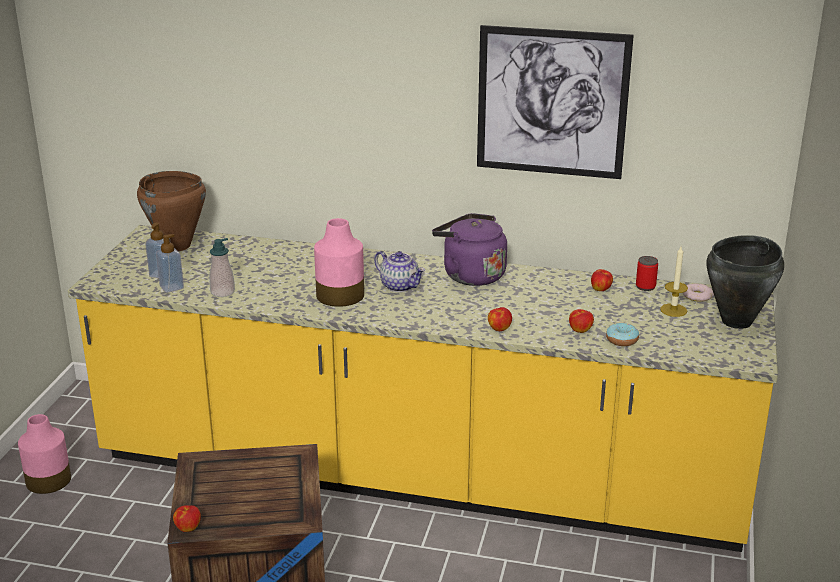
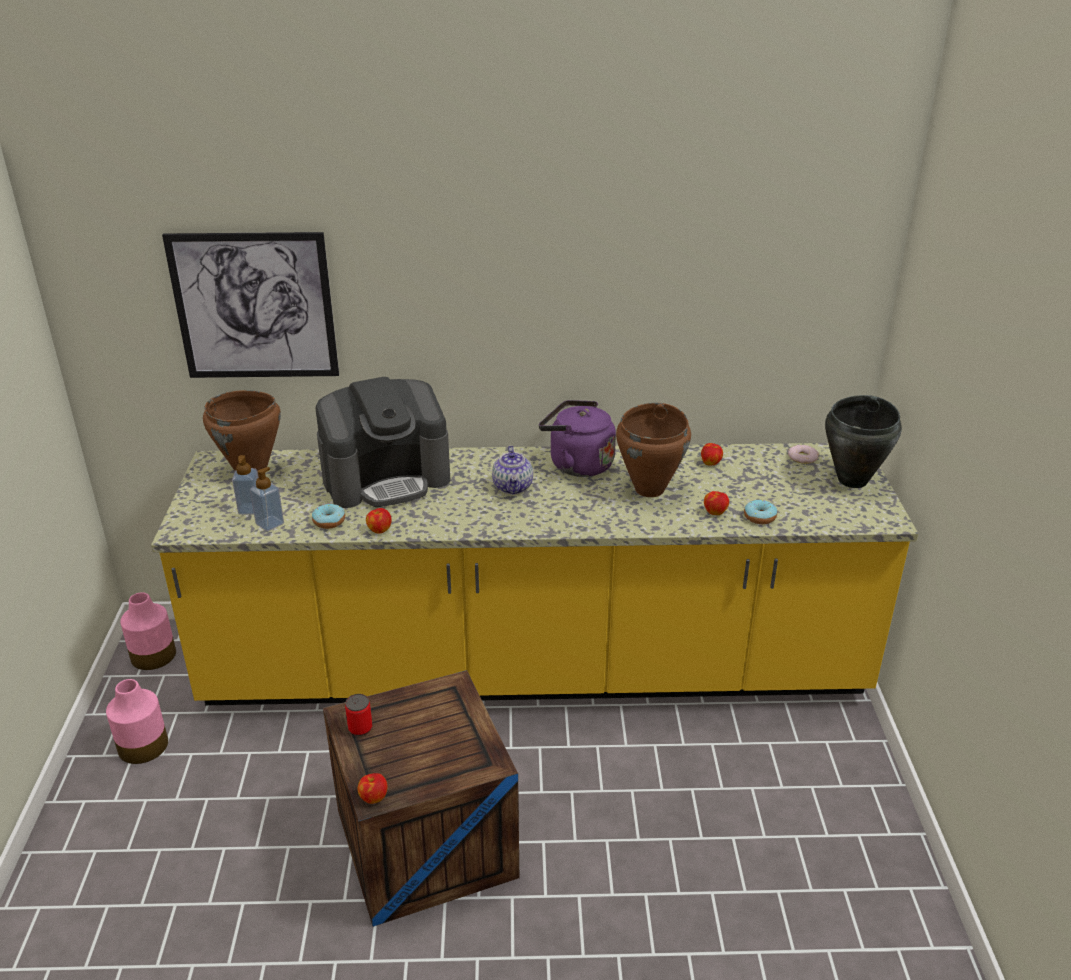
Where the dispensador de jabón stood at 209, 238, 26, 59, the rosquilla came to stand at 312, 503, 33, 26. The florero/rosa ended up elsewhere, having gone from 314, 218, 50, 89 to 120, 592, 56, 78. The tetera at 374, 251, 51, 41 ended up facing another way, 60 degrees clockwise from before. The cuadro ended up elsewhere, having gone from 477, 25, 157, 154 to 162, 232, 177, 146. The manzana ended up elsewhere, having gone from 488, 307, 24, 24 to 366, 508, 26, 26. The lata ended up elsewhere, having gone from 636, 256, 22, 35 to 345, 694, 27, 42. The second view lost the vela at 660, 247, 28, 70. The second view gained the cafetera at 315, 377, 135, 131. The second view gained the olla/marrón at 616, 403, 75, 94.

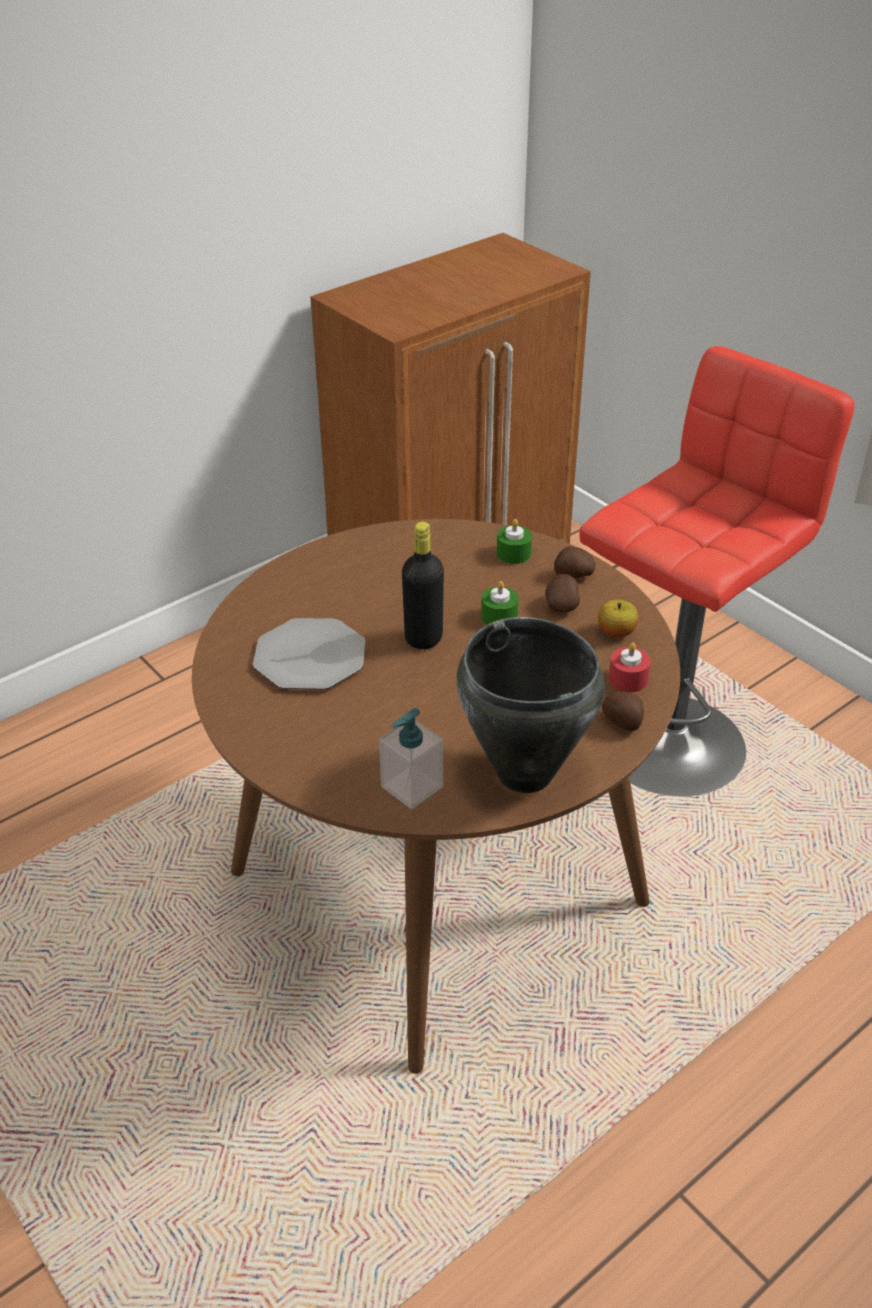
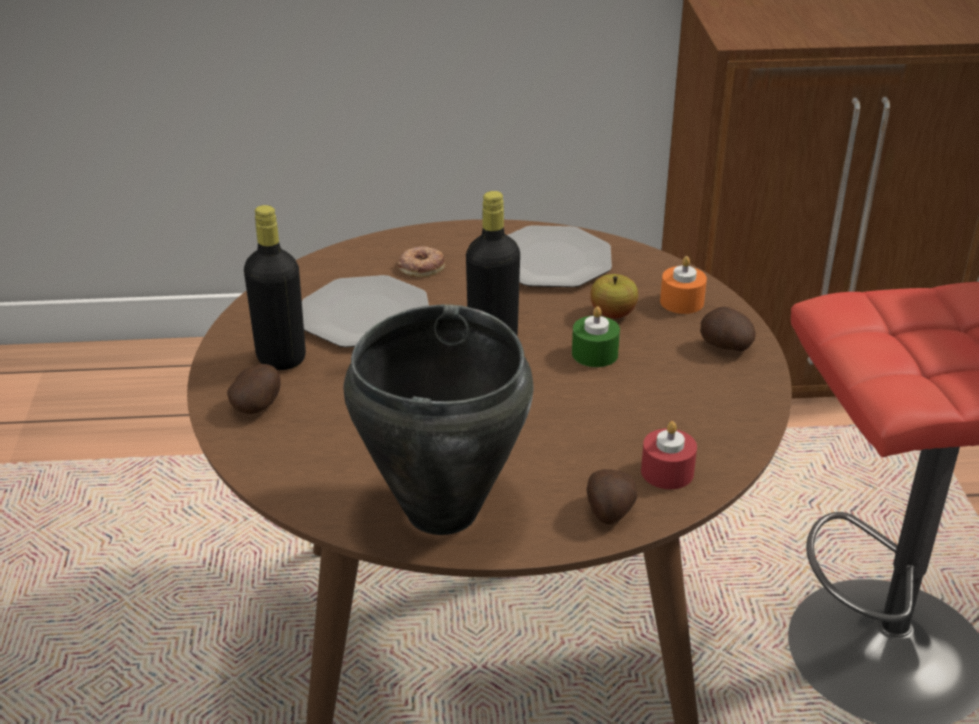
The second view lost the dispensador de jabón at 379, 708, 64, 101. What was the vela/verde at 496, 519, 36, 45 turned into the vela/naranja at 660, 256, 47, 58. The patata ended up elsewhere, having gone from 545, 574, 35, 38 to 227, 364, 54, 50. The manzana ended up elsewhere, having gone from 598, 599, 41, 39 to 590, 274, 48, 44. The second view gained the botella/negro at 244, 205, 62, 165. The second view gained the rosquilla at 398, 245, 47, 32. The second view gained the plato at 507, 225, 105, 63.

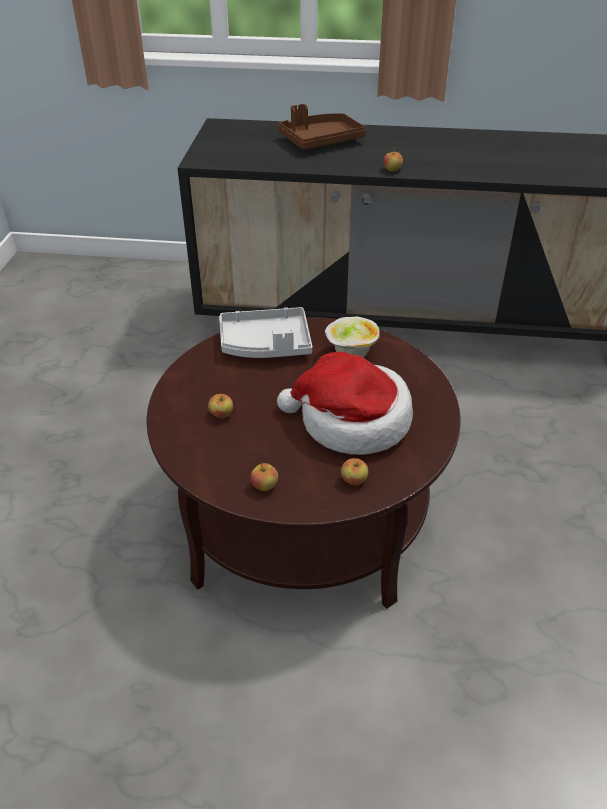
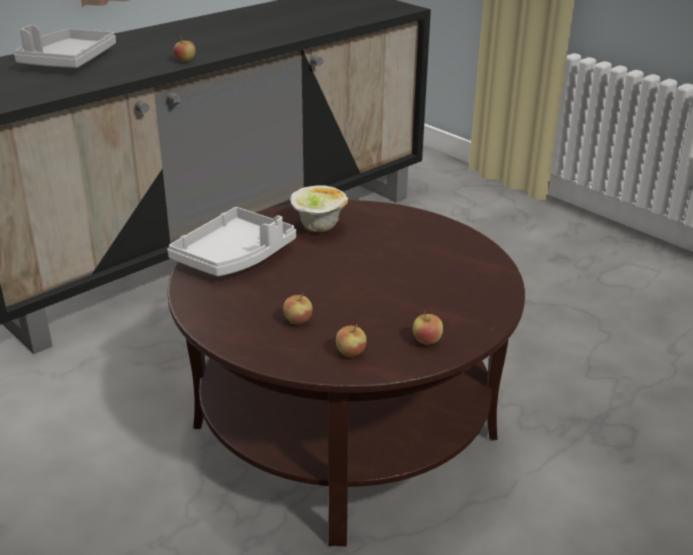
The second view lost the sombrero at 277, 352, 136, 103. What was the bandeja/marrón at 278, 104, 88, 46 turned into the bandeja/gris at 14, 25, 102, 43. The manzana ended up elsewhere, having gone from 341, 458, 27, 27 to 336, 324, 31, 33.

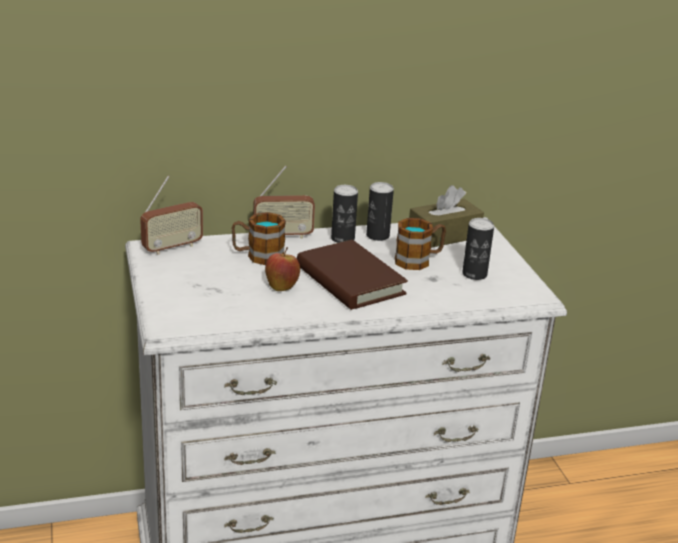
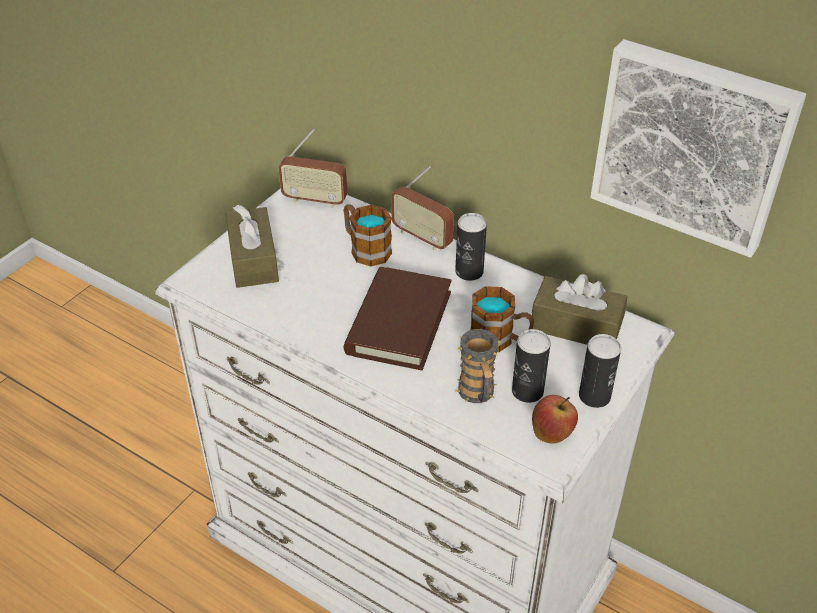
The manzana ended up elsewhere, having gone from 265, 247, 35, 44 to 532, 395, 46, 49. The lata ended up elsewhere, having gone from 366, 182, 28, 59 to 579, 334, 42, 74. The second view gained the caja de pañuelos/marrón at 225, 205, 54, 83. The second view gained the taza grande at 456, 329, 44, 75. The second view gained the cuadro at 590, 39, 216, 219.

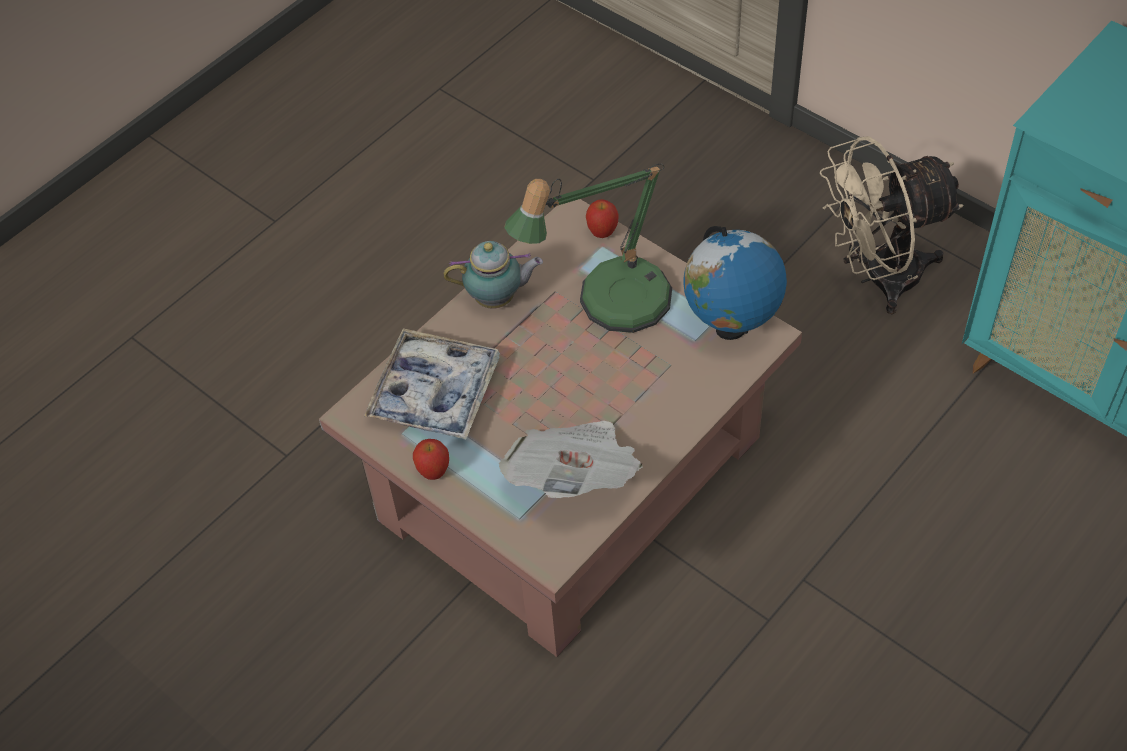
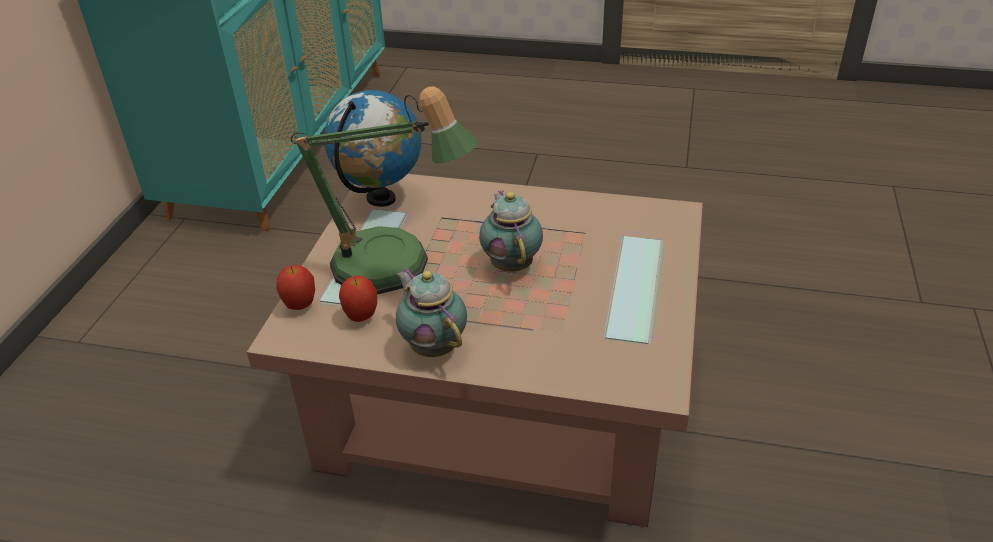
The second view lost the bandeja at 364, 328, 136, 112. The manzana ended up elsewhere, having gone from 413, 439, 36, 41 to 339, 276, 38, 46. The second view lost the periódico at 499, 420, 144, 78. The second view lost the ventilador/beis at 820, 136, 144, 178. The second view gained the tetera at 479, 190, 64, 82.

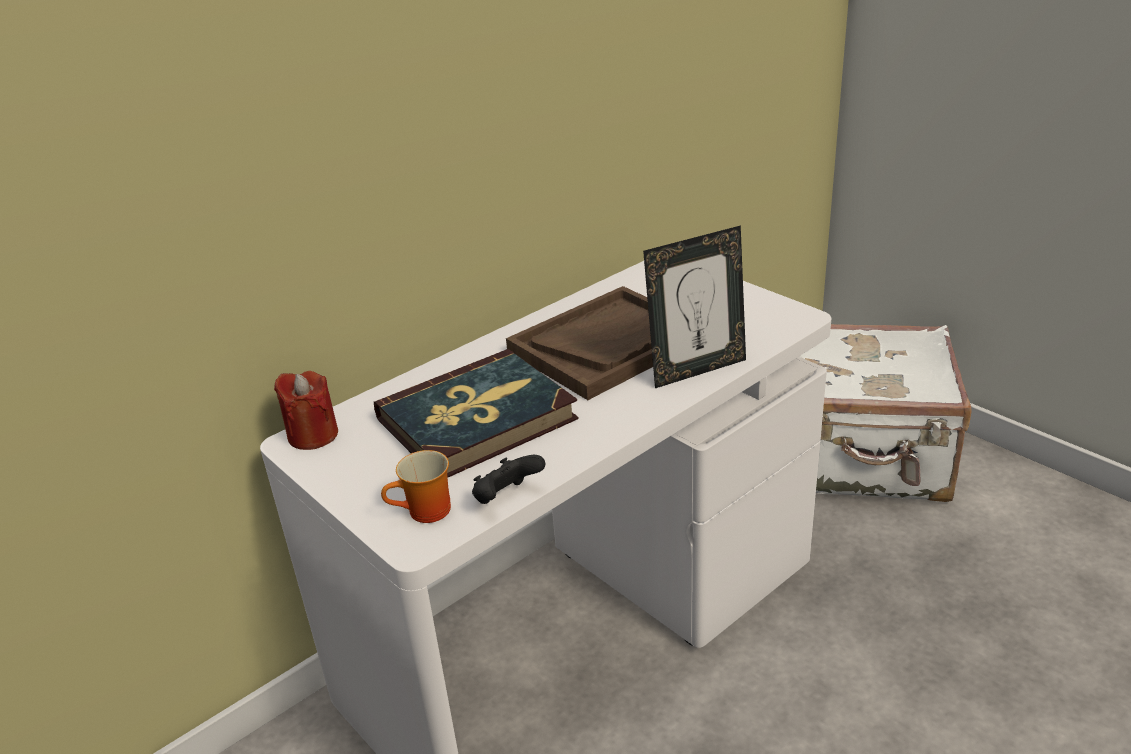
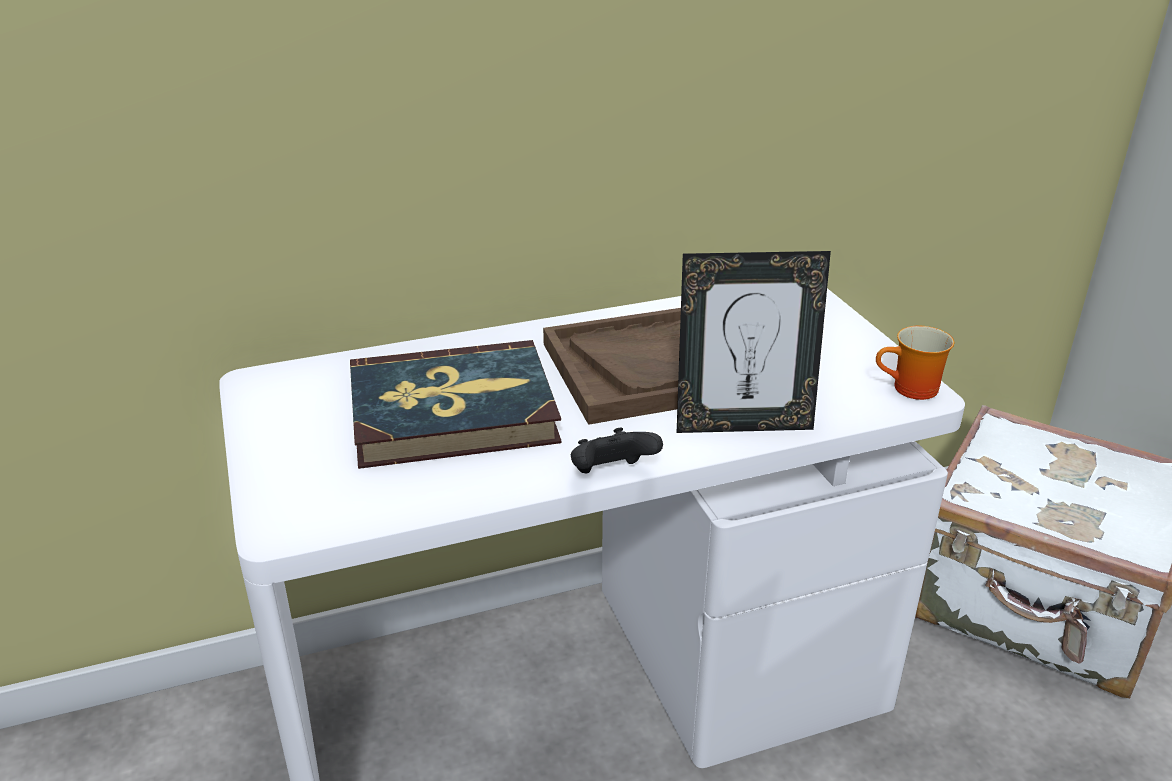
The second view lost the vela/rojo at 274, 371, 64, 79. The taza grande ended up elsewhere, having gone from 381, 450, 70, 73 to 876, 326, 78, 74. The mando de consola/negro ended up elsewhere, having gone from 472, 455, 74, 49 to 571, 427, 92, 47.

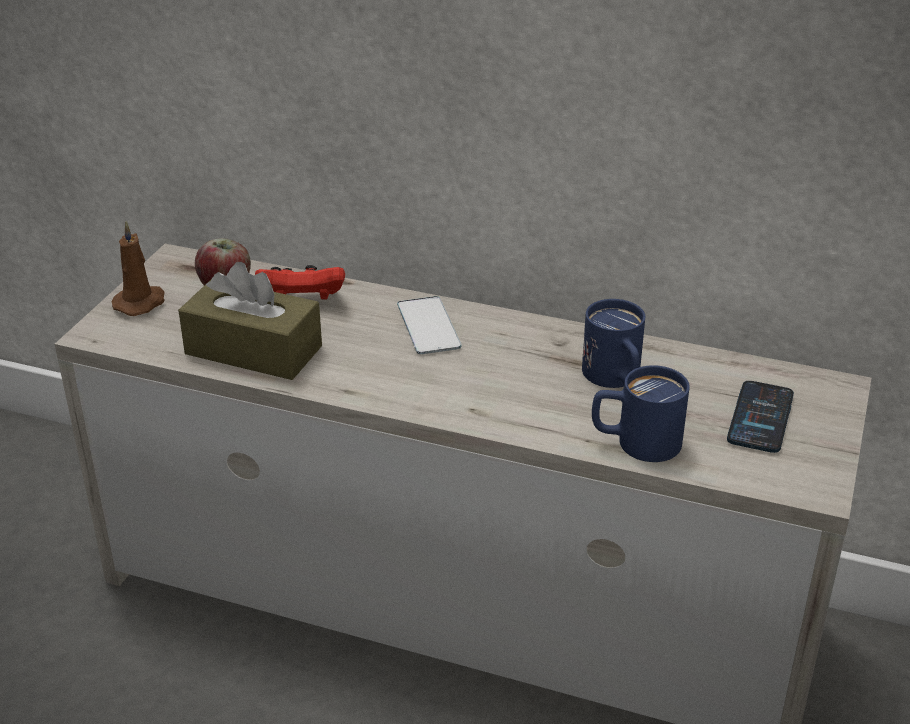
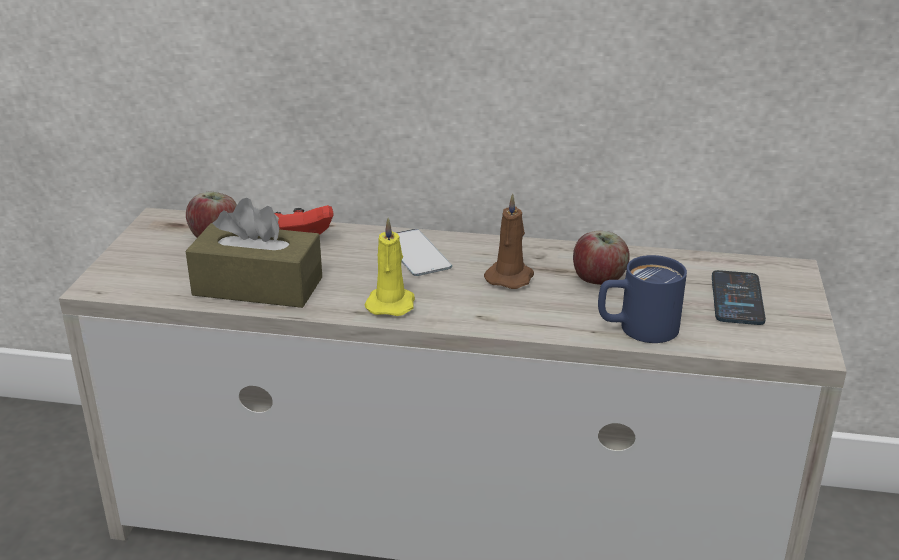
The vela/marrón ended up elsewhere, having gone from 112, 221, 53, 95 to 484, 193, 50, 96. Where the taza grande/azul stood at 582, 299, 64, 89, the manzana came to stand at 573, 231, 57, 54. The second view gained the vela/amarillo at 364, 218, 51, 98.

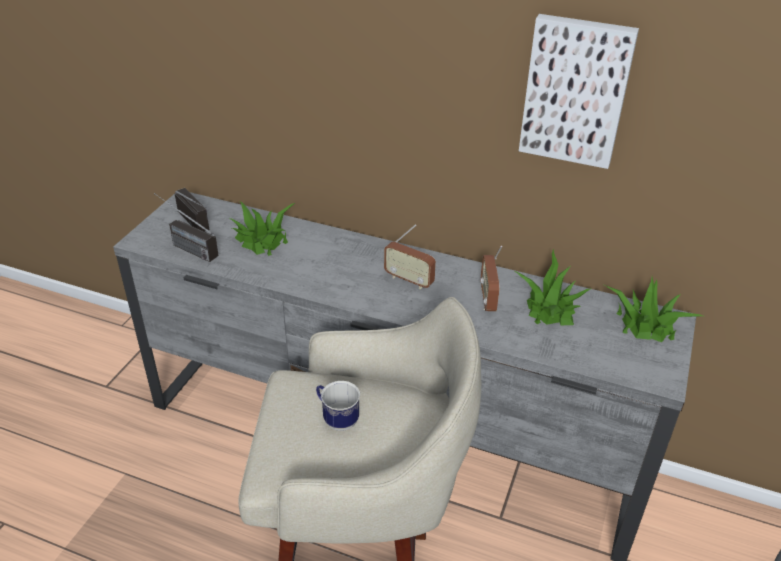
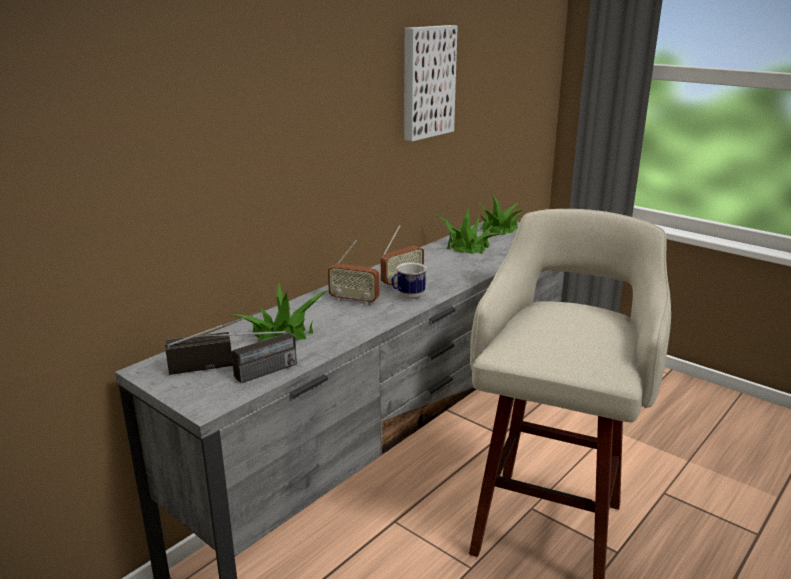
The taza grande ended up elsewhere, having gone from 316, 381, 44, 50 to 391, 262, 36, 38. The radio ended up elsewhere, having gone from 480, 246, 22, 65 to 328, 240, 52, 65.

